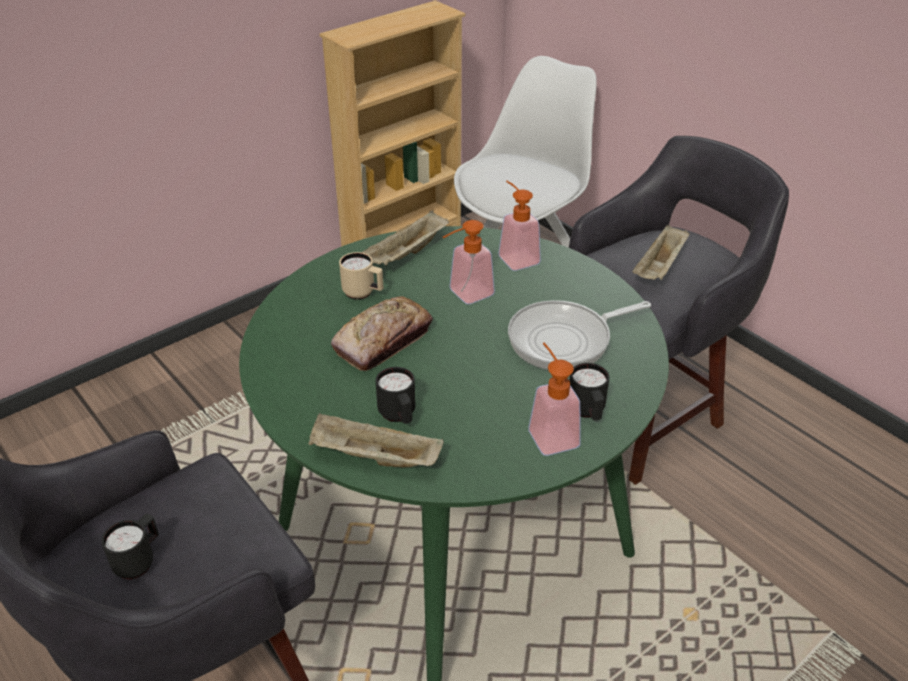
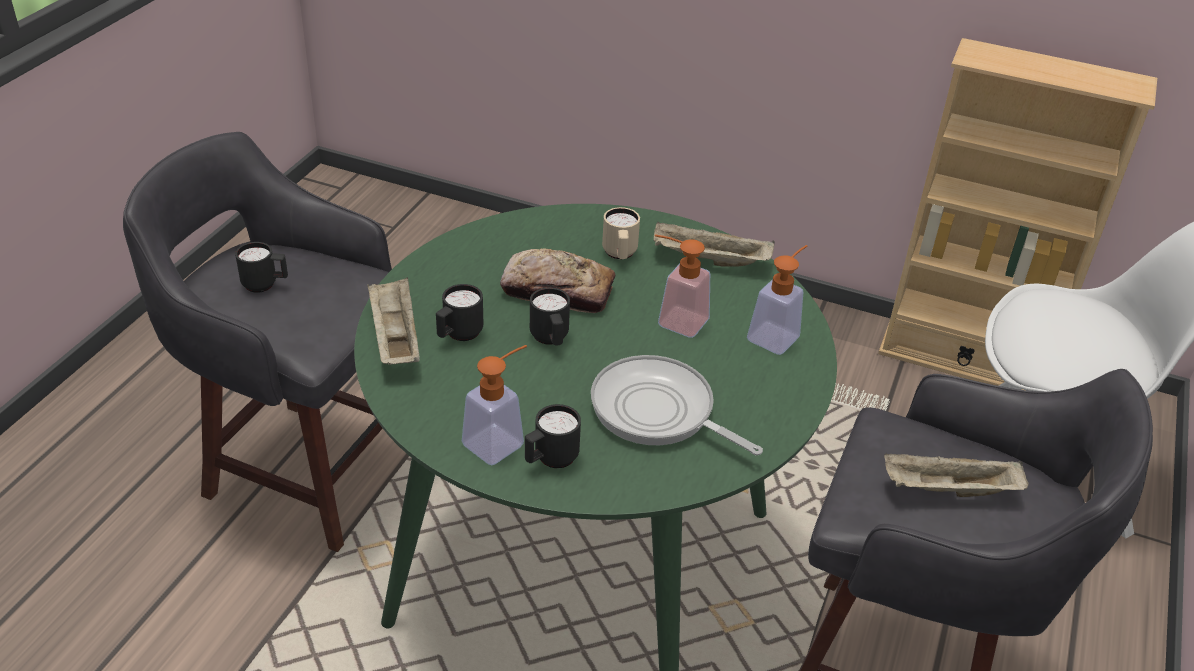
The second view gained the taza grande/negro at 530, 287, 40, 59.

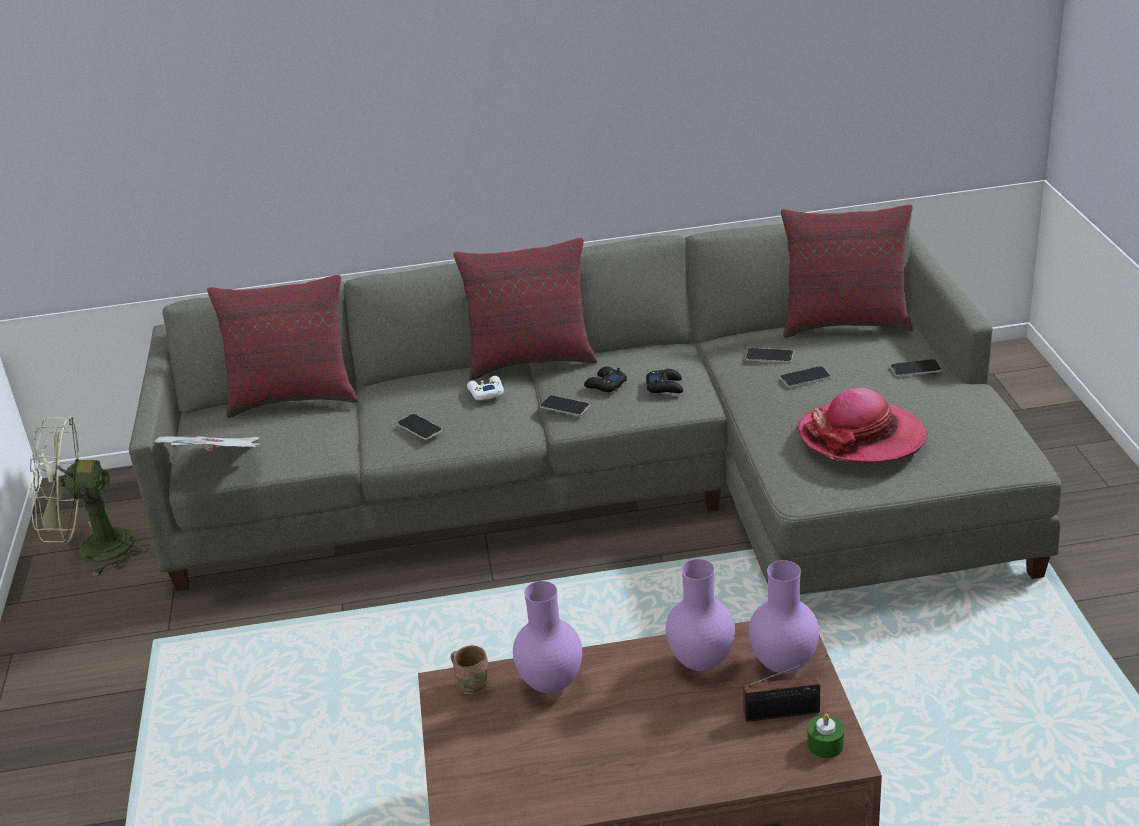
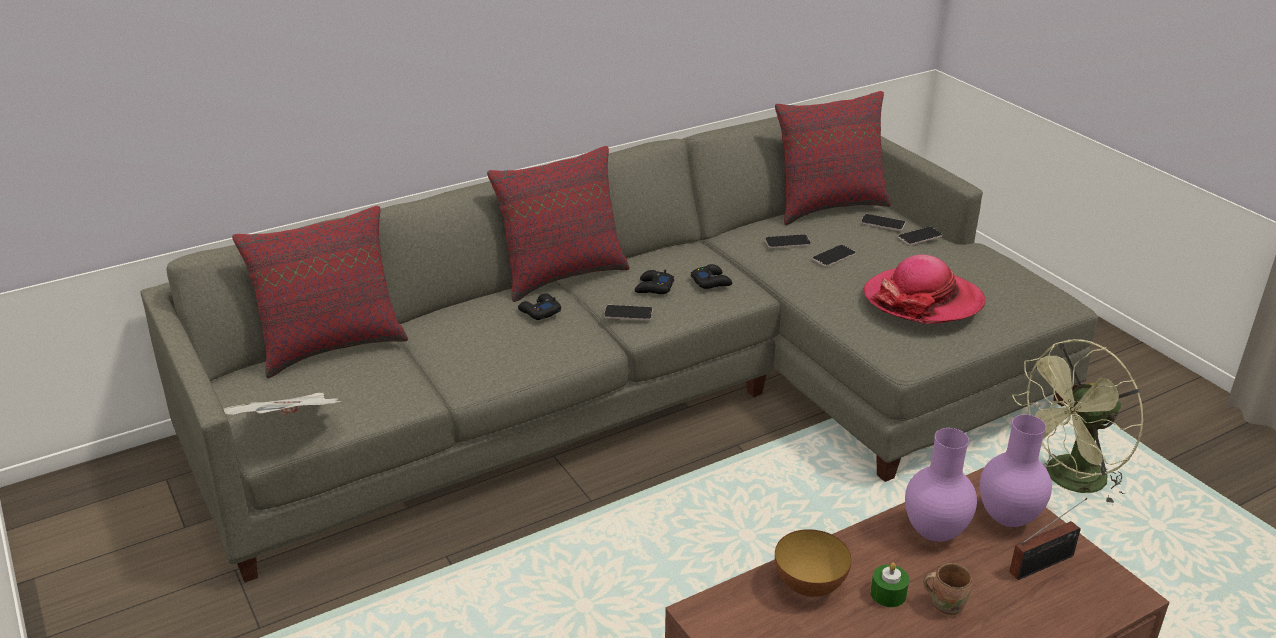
The ventilador/verde ended up elsewhere, having gone from 29, 416, 121, 160 to 1012, 339, 132, 166. The móvil ended up elsewhere, having gone from 397, 414, 45, 26 to 861, 214, 45, 17. The taza grande/marrón ended up elsewhere, having gone from 451, 645, 37, 49 to 923, 563, 49, 54. What was the mando de consola/blanco at 467, 376, 37, 24 turned into the mando de consola/negro at 518, 293, 43, 27. Where the florero/morado stood at 513, 581, 69, 112, the cuenco came to stand at 775, 529, 77, 68. The vela/verde ended up elsewhere, having gone from 807, 714, 37, 45 to 870, 563, 39, 44.

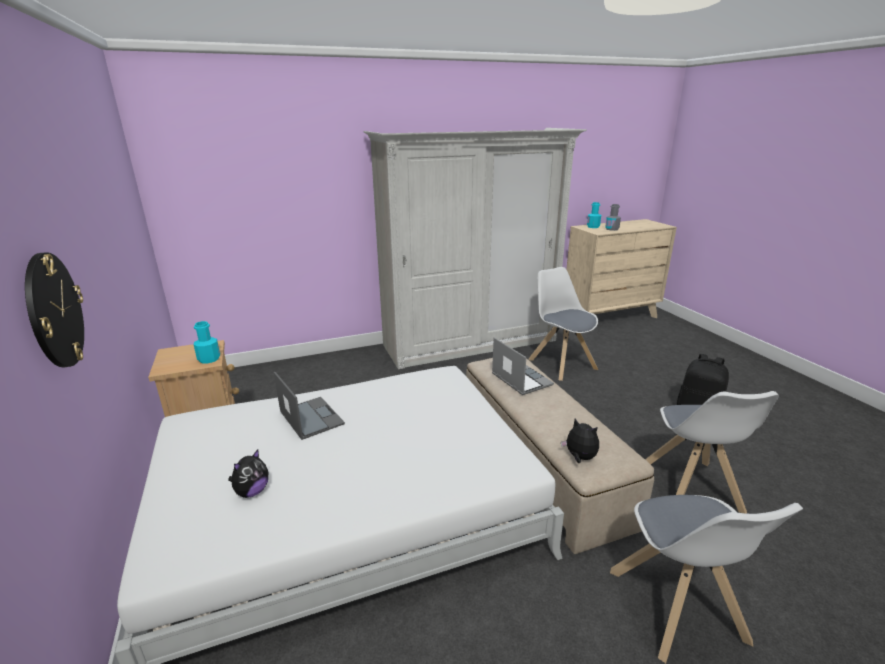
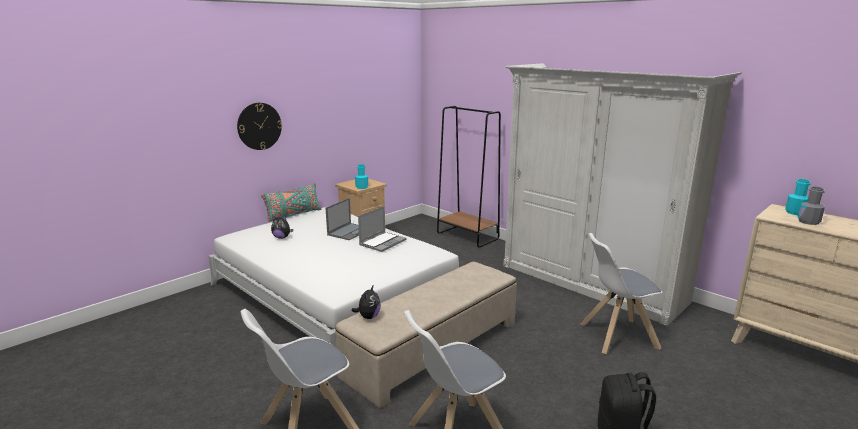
The portátil ended up elsewhere, having gone from 492, 337, 62, 58 to 358, 206, 49, 46. The silla at 529, 267, 69, 114 ended up facing another way, 135 degrees counterclockwise from before. The second view gained the cojín/turquesa at 261, 183, 61, 39. The second view gained the perchero at 437, 106, 64, 142.

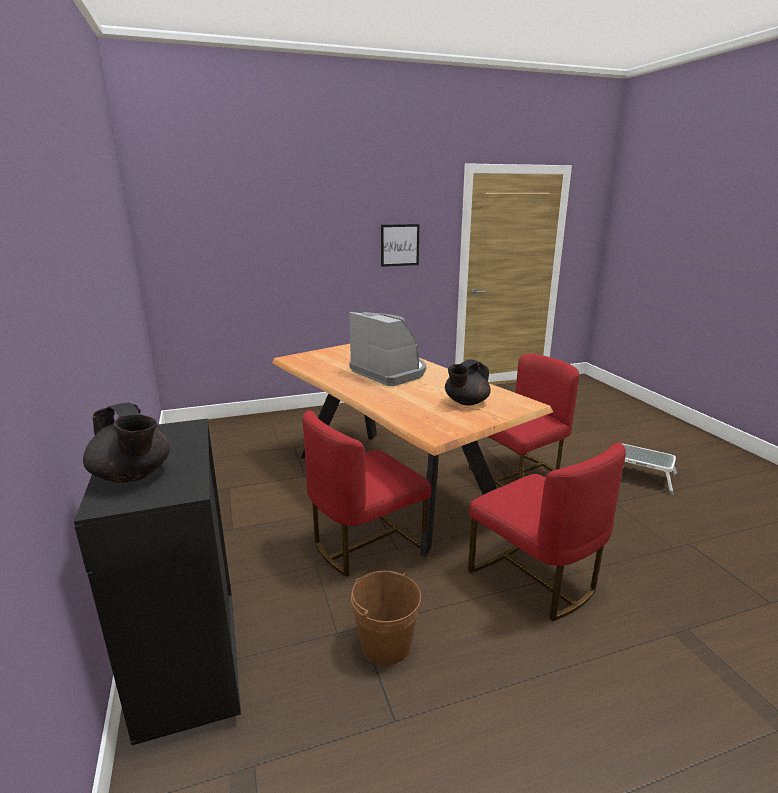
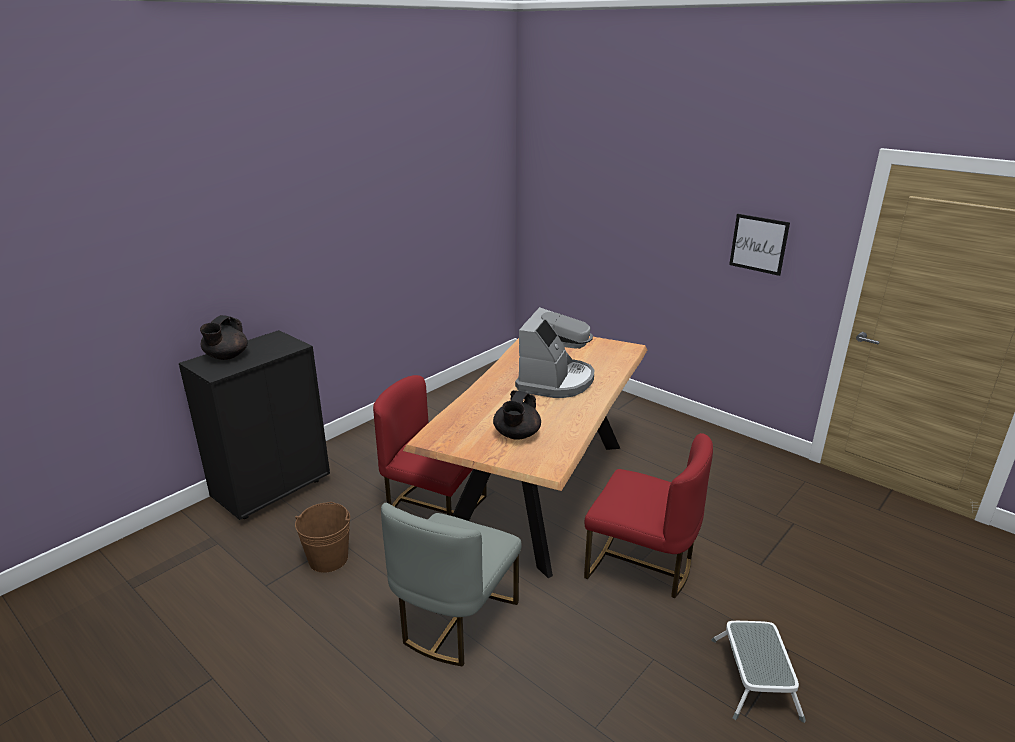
The tetera/negro at 445, 359, 46, 47 ended up facing another way, 90 degrees counterclockwise from before. What was the silla/rojo at 468, 442, 158, 179 turned into the silla/gris at 381, 503, 141, 164.

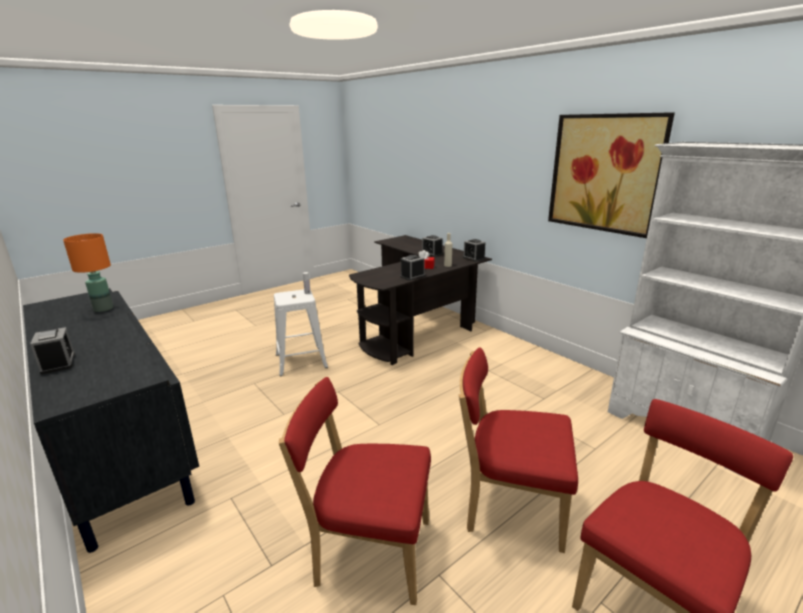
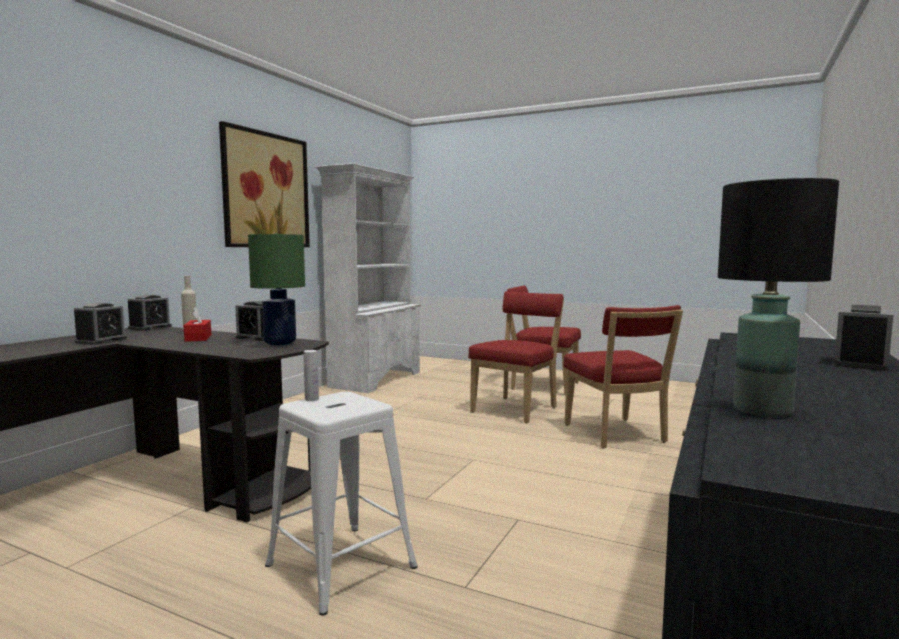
What was the lámpara de mesa/naranja at 63, 233, 50, 79 turned into the lámpara de mesa/negro at 718, 178, 121, 239. The silla/rojo at 459, 347, 119, 206 ended up facing another way, 135 degrees counterclockwise from before. The second view gained the lámpara de mesa/verde at 248, 233, 57, 112.

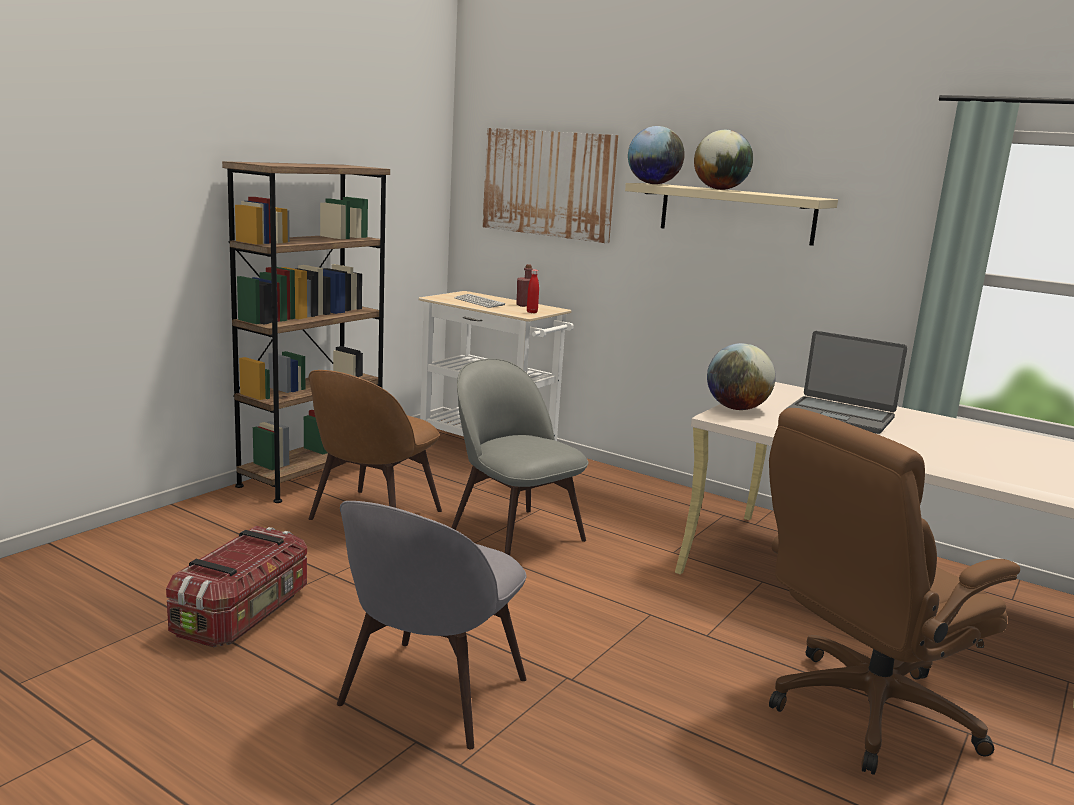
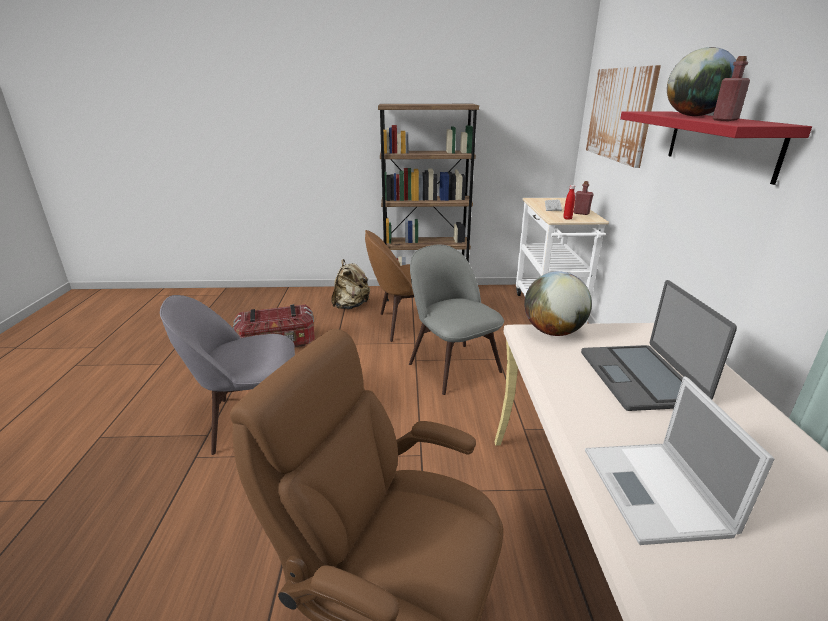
The silla/gris at 451, 359, 137, 196 ended up facing another way, 45 degrees counterclockwise from before. What was the estante/beis at 625, 183, 213, 63 turned into the estante/rojo at 620, 111, 192, 74. The second view lost the globo terráqueo at 628, 126, 57, 58. The second view gained the mochila/beis at 331, 259, 39, 50. The second view gained the portátil at 585, 377, 189, 168. The second view gained the botella/rojo at 713, 56, 37, 65.

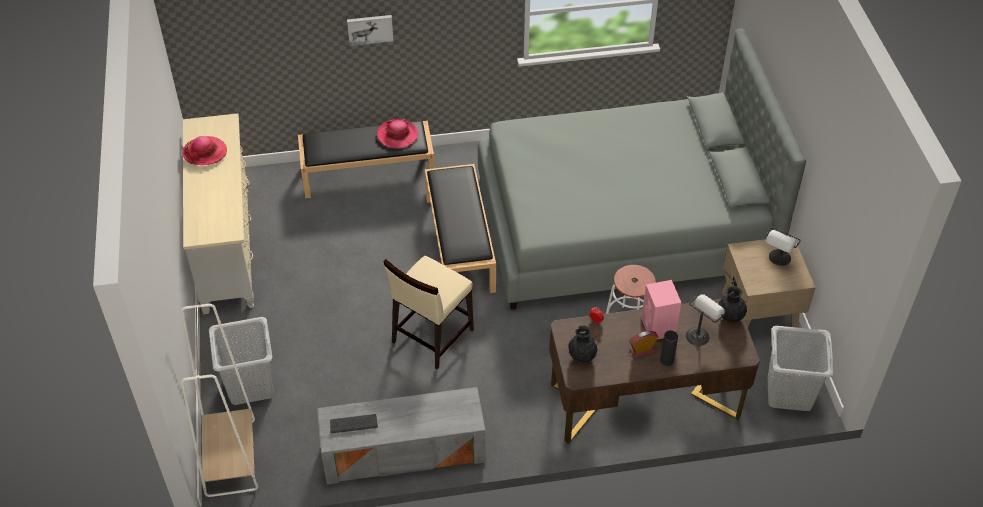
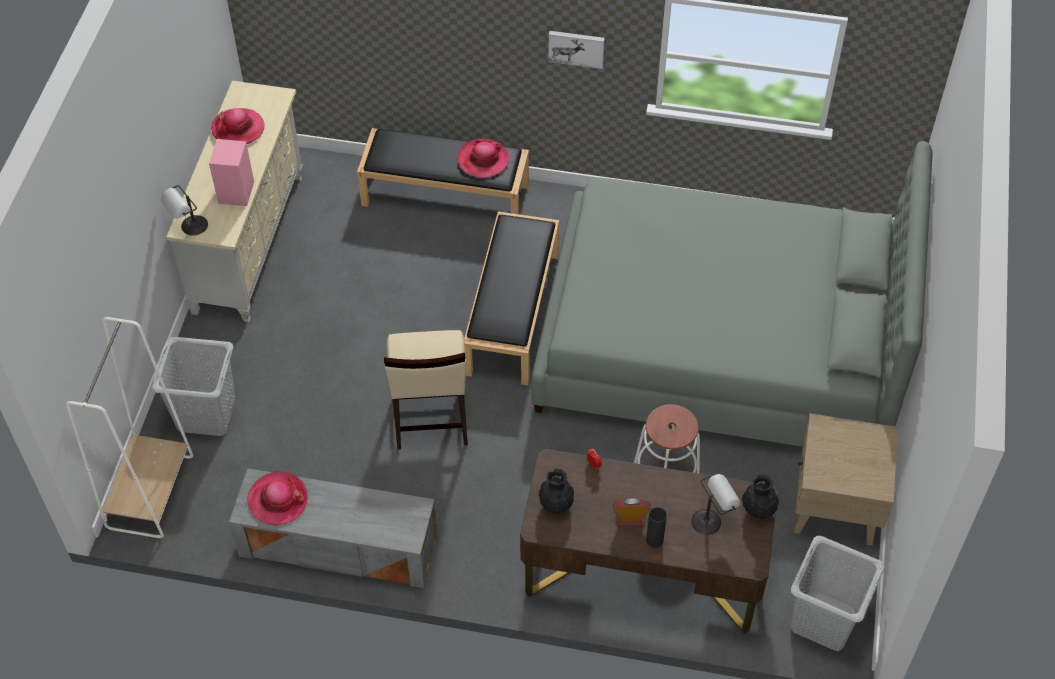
Where the teclado stood at 330, 414, 48, 19, the sombrero came to stand at 247, 472, 61, 54. The cuadro ended up elsewhere, having gone from 347, 15, 47, 31 to 548, 31, 57, 38. The silla/beis at 383, 256, 91, 113 ended up facing another way, 60 degrees counterclockwise from before. The altavoz/rosa ended up elsewhere, having gone from 641, 280, 40, 59 to 209, 139, 45, 67. The lámpara de mesa ended up elsewhere, having gone from 766, 227, 35, 39 to 161, 185, 47, 51.

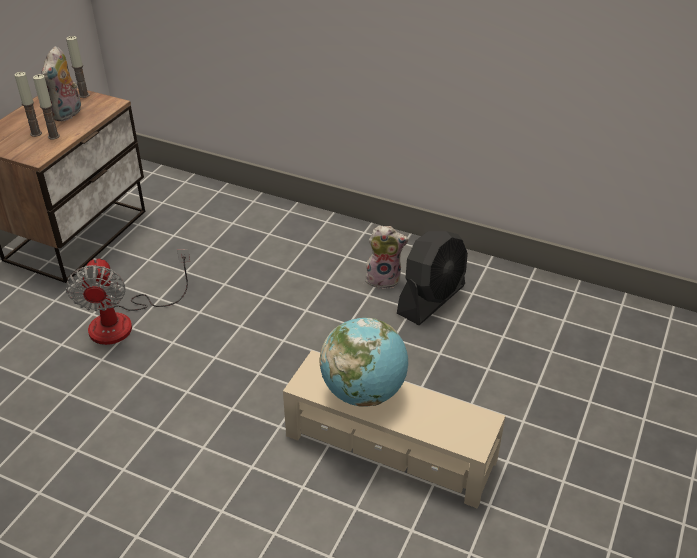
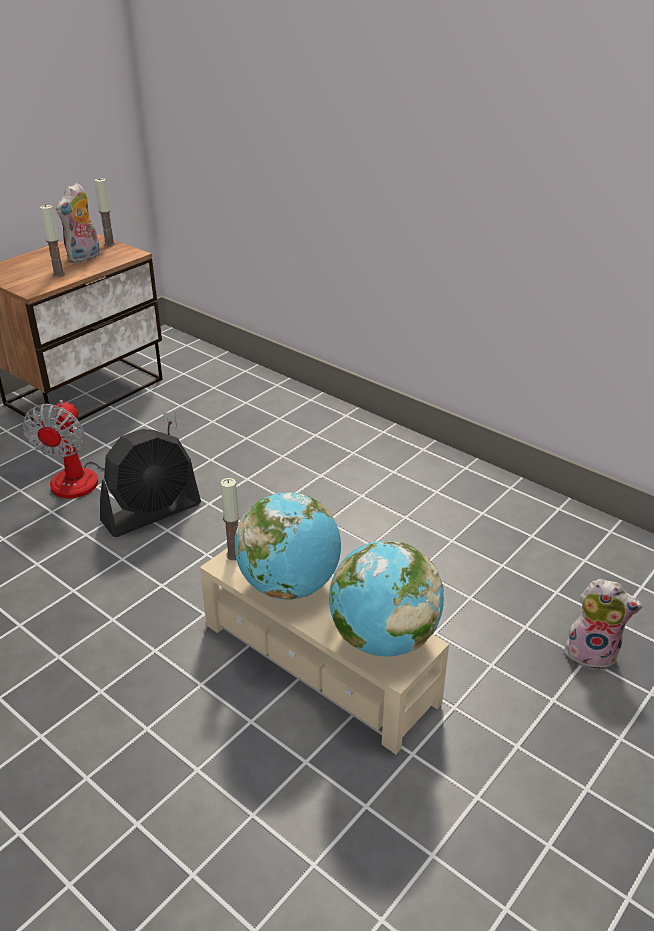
The vela ended up elsewhere, having gone from 14, 72, 28, 65 to 221, 478, 19, 82. The peluche ended up elsewhere, having gone from 366, 226, 43, 63 to 562, 579, 81, 92. The ventilador/negro ended up elsewhere, having gone from 397, 231, 71, 94 to 100, 429, 101, 108. The second view gained the globo terráqueo at 329, 540, 115, 117.

